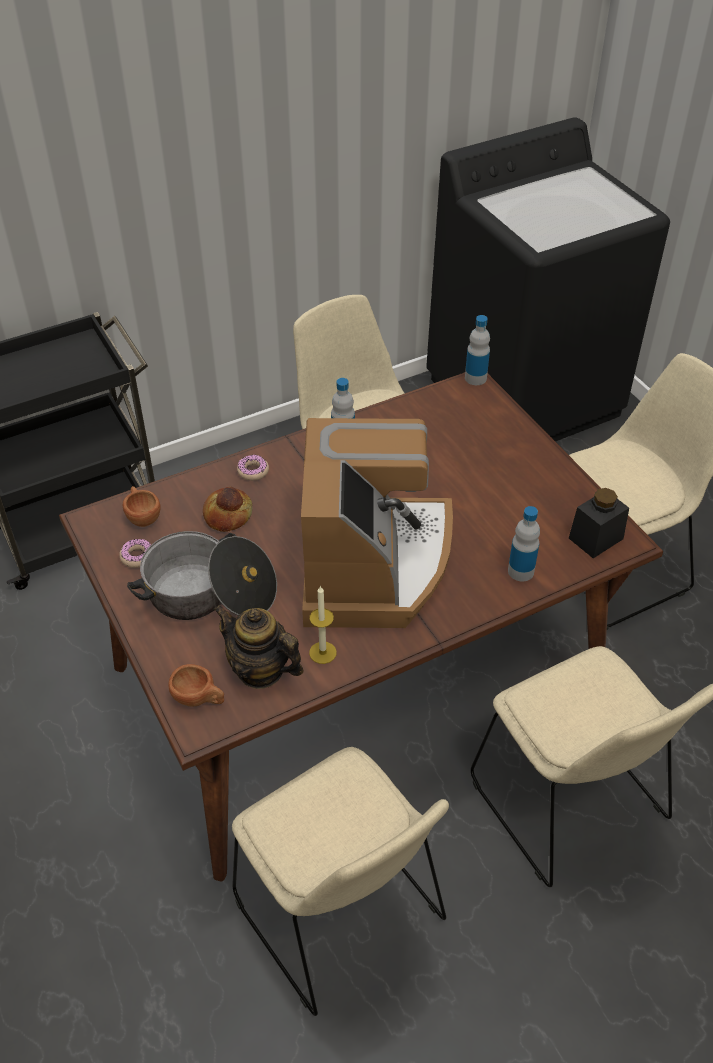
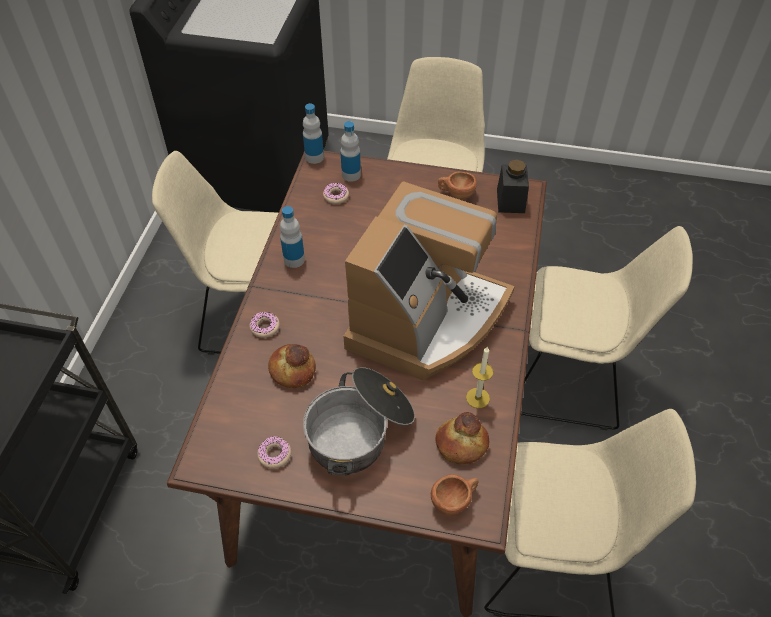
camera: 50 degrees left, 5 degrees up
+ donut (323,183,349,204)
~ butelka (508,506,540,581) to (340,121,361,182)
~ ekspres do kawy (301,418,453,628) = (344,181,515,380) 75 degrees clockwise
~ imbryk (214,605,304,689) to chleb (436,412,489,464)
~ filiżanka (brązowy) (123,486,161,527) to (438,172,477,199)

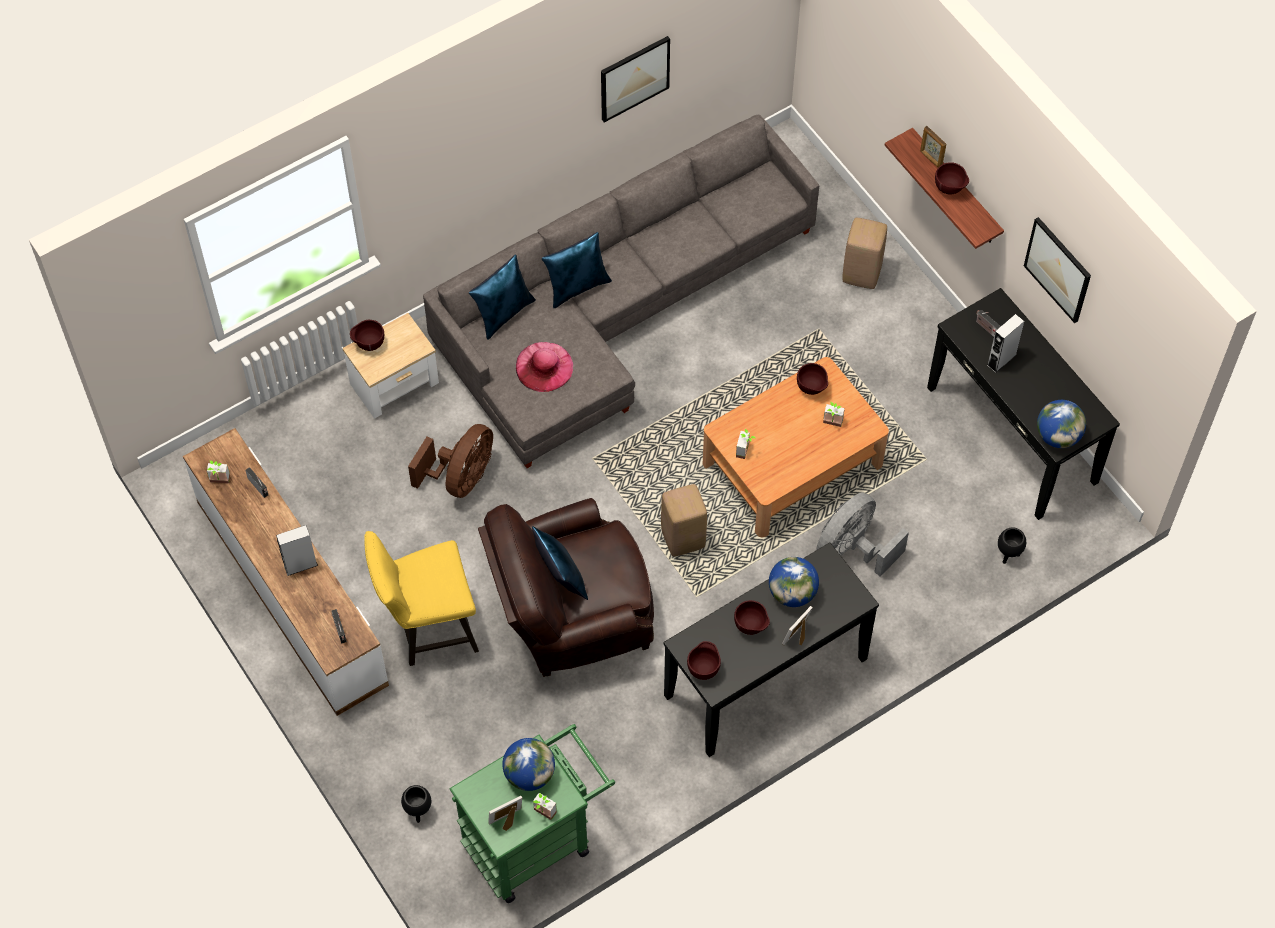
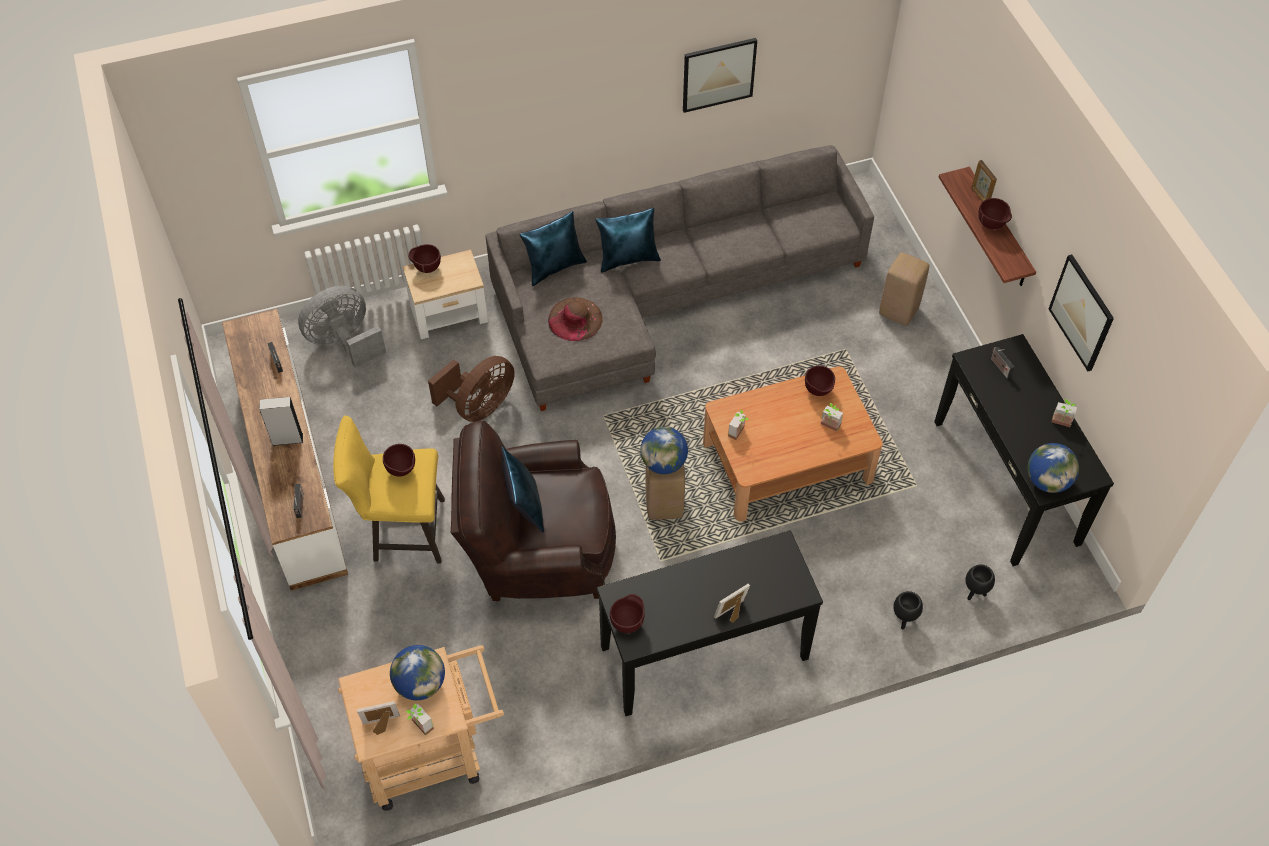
camera: 15 degrees right, 5 degrees down
~ wentylator (szary) (816,492,909,577) to (298,286,386,368)
~ wózek (zielony) (449,724,615,903) to wózek (beżowy) (338,645,504,811)
~ miska (brązowy) (734,600,770,635) to (383,444,415,476)
~ kapelusz (różowy) (516,342,573,392) to kapelusz (brązowy) (548,297,603,341)
~ globus (769,557,819,607) to (640,427,688,474)
~ donica (czarny) (401,785,431,823) to (893,591,923,629)
~ roślina doniczkowa (207,460,230,484) to (1052,399,1077,427)
- głośnik (szary) (987,314,1024,373)

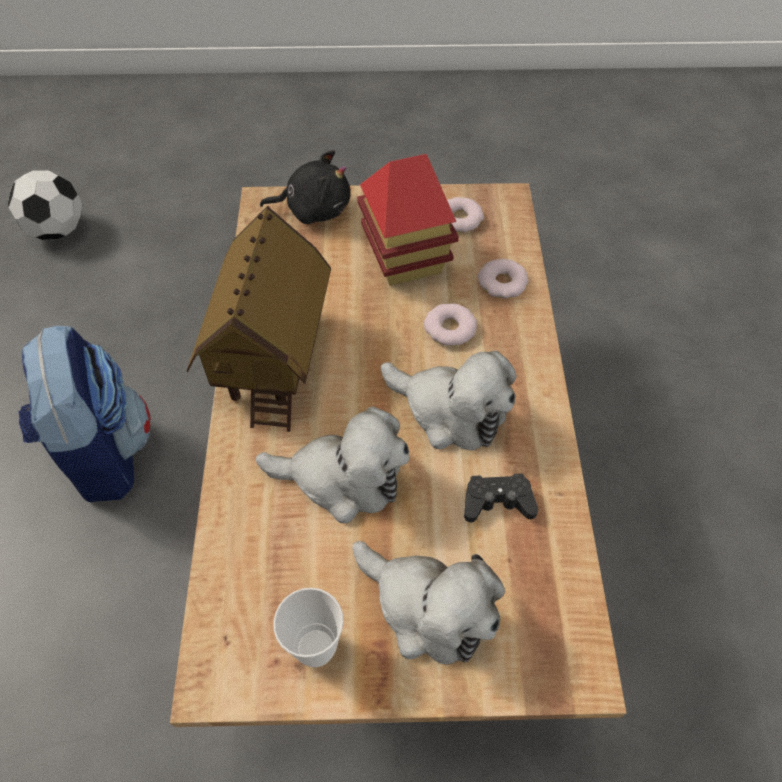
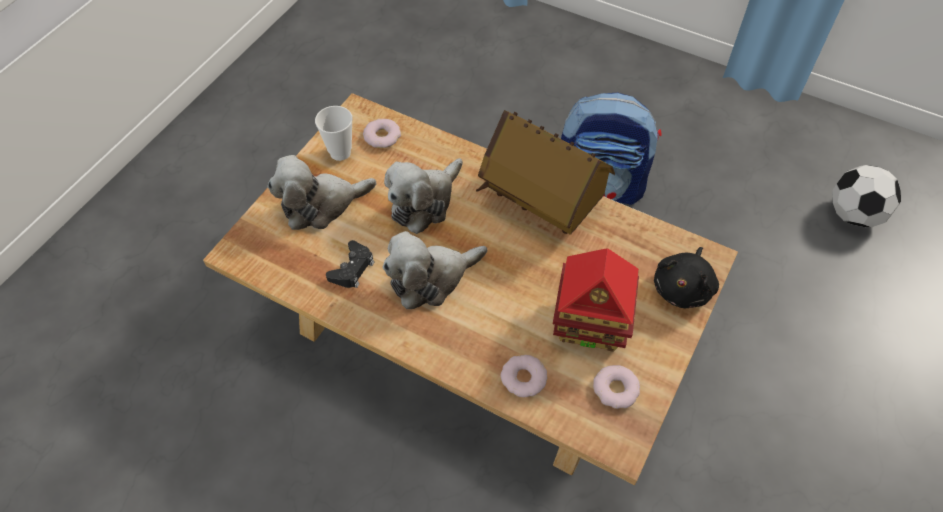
camera: 120 degrees right, 0 degrees up
~ donut (424,303,477,346) to (363,119,401,148)

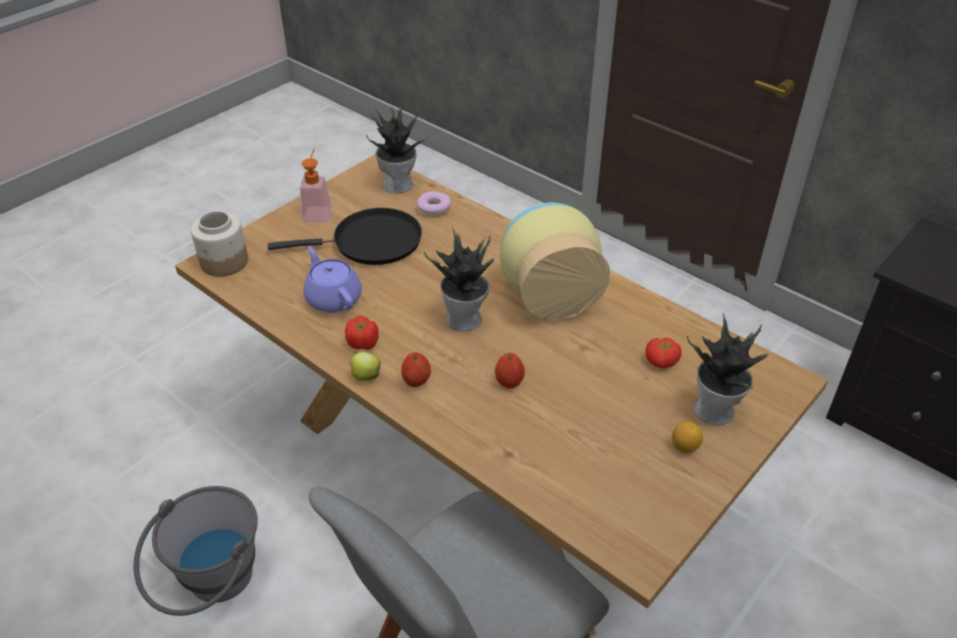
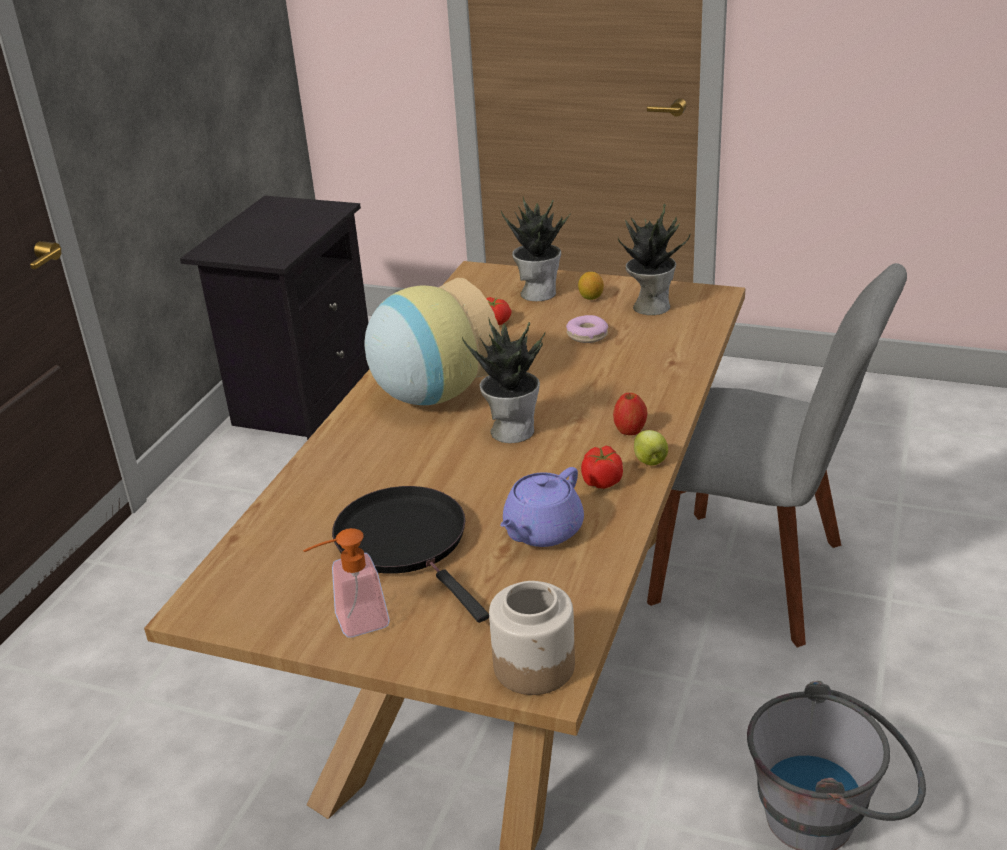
camera: 110 degrees left, 10 degrees down
~ donut (417,191,452,217) to (566,315,608,343)
~ roślina doniczkowa (366,106,429,193) to (618,204,690,315)
- jabłko (495,353,525,389)

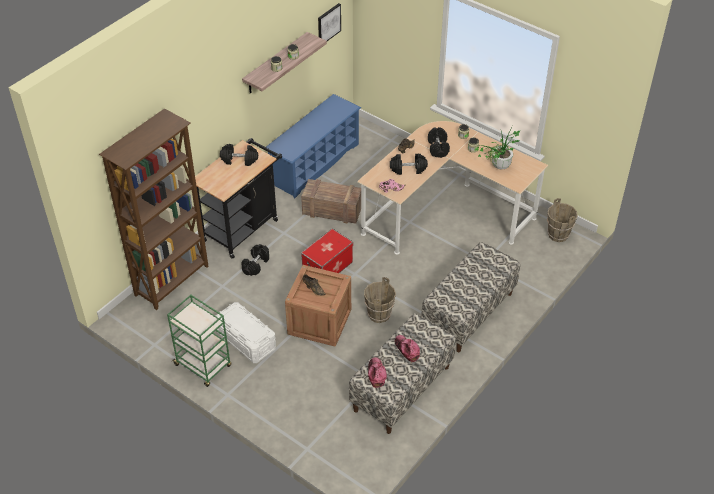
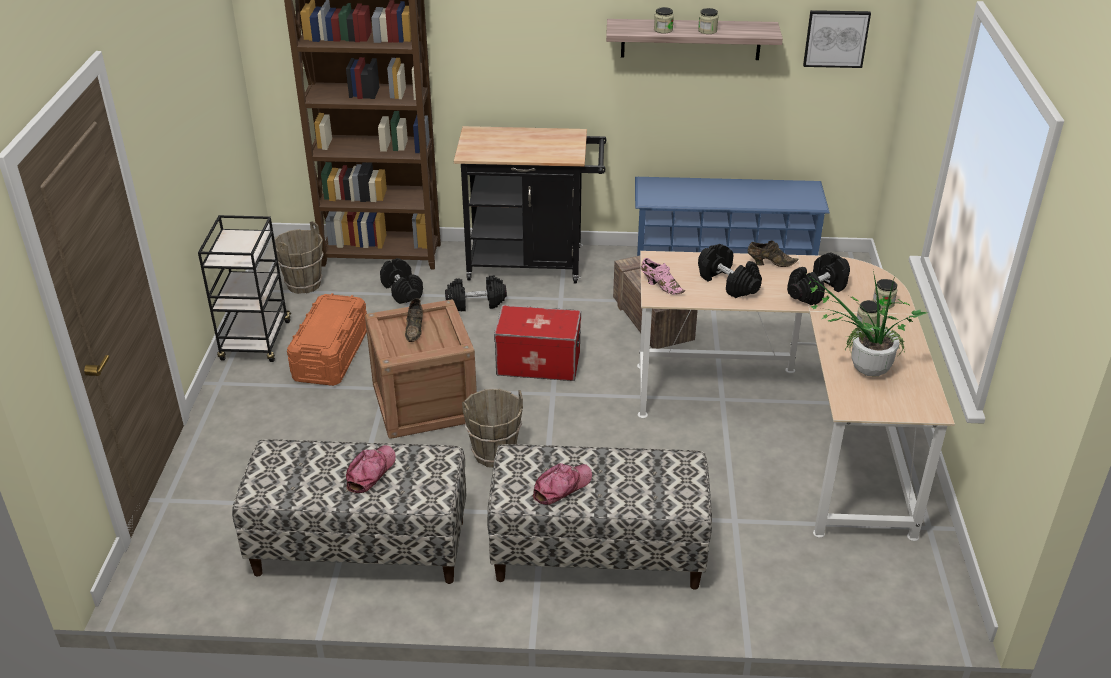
camera: 55 degrees right, 10 degrees down
~ wózek (zielony) (167,295,232,387) to wózek (czarny) (198,215,291,362)
~ wiadro (brązowy) (547,198,578,242) to (273,221,324,294)
~ pojemnik do przechowywania (biały) (215,302,276,363) to pojemnik do przechowywania (pomarańczowy) (287,293,367,386)
~ hantel (czarny) (220,144,258,166) to (380,258,423,304)
~ czapka z daszkiem (368,357,387,388) to (532,463,592,505)

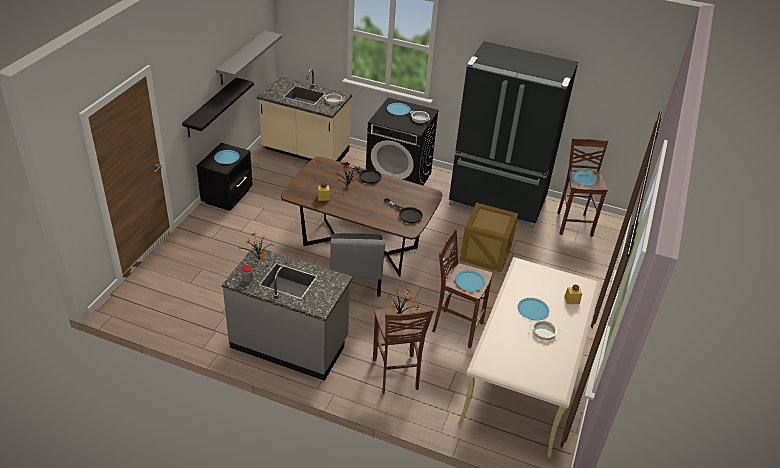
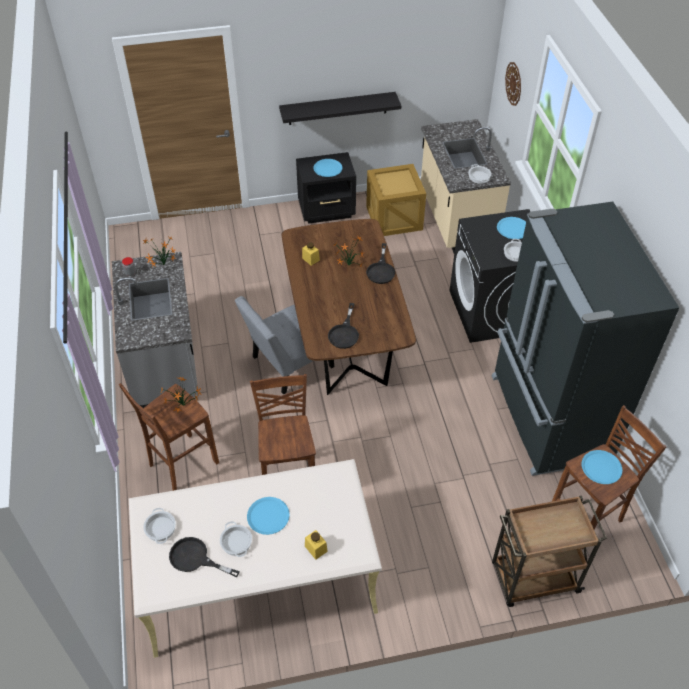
camera: 60 degrees right, 10 degrees up
+ garnek (143,508,176,544)
+ patelnia (czarny) (169,537,240,577)
~ skrzynka (460,203,518,272) to (366,164,426,236)
+ wózek (brązowy) (492,496,607,607)
+ zegar ścienny (505,62,521,106)
- półka (szary) (216,31,282,85)
- talerz (niebieski) (455,270,485,291)

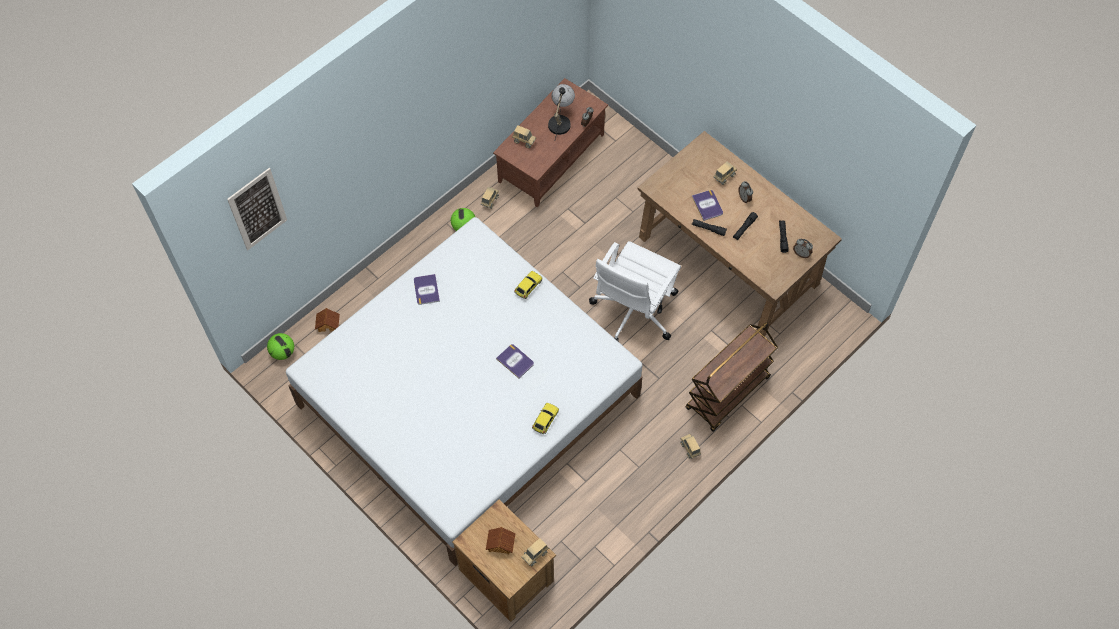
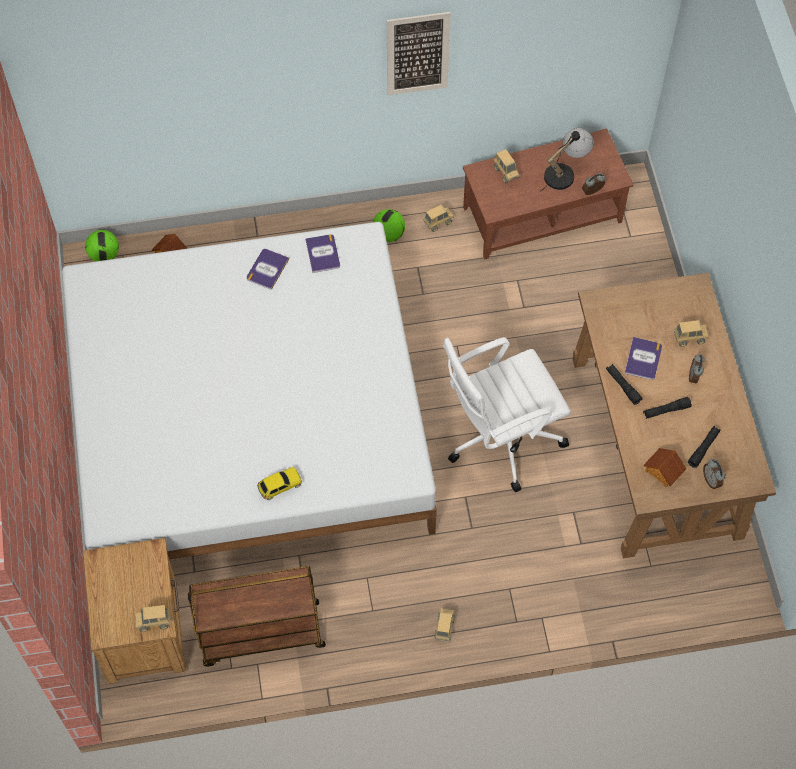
camera: 35 degrees right, 0 degrees up
~ wózek (brązowy) (685,322,778,432) to (188,566,326,667)
~ książka (496,344,534,379) to (305,234,340,273)
~ obraz (227,168,287,250) to (387,12,451,95)
~ domek (486,527,515,554) to (643,448,686,487)
- samochodzik (514,271,542,299)

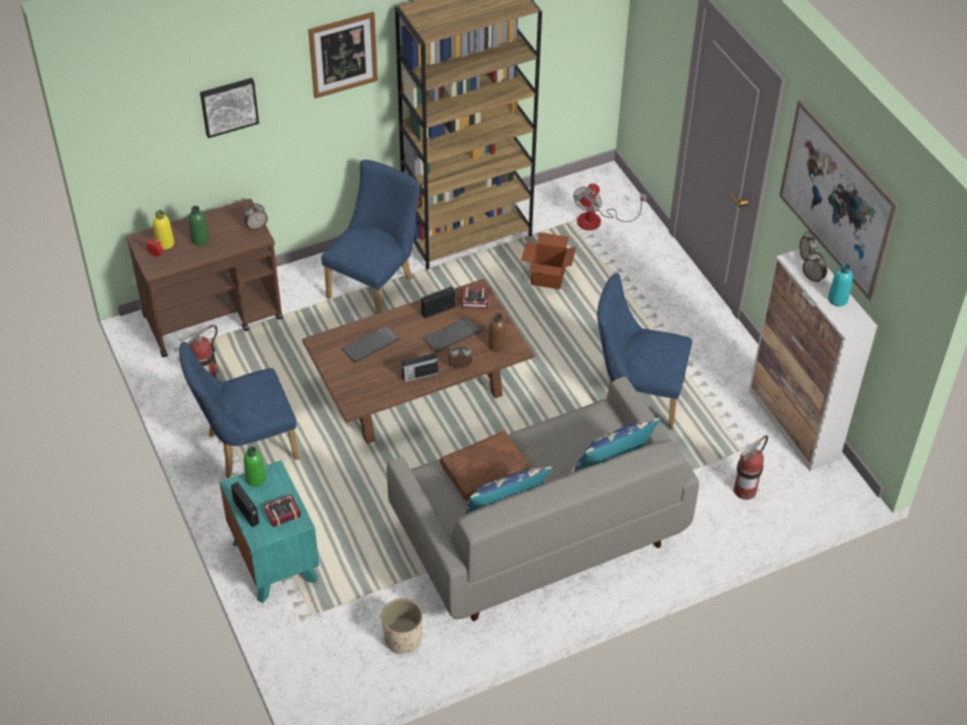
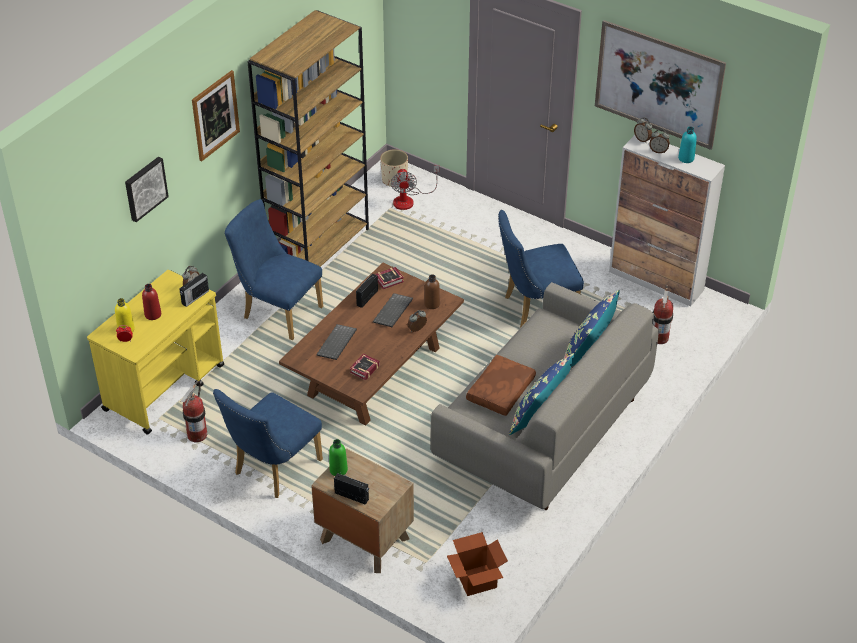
camera: 30 degrees left, 5 degrees down
~ wózek (brązowy) (126,199,283,357) to wózek (żółty) (87,270,224,435)
~ butelka (zielony) (188,206,209,245) to butelka (czerwony) (142,284,161,320)
~ radio (401,352,438,382) to (179,272,209,307)
~ krzesło (niebieski) (321,160,420,314) = (224,199,323,340) 60 degrees counterclockwise
~ szafka nocna (turkusowy) (219,460,319,603) to szafka nocna (brązowy) (311,448,414,573)
~ książka (263,494,301,527) to (349,354,380,380)
~ donica (beżowy) (381,598,423,654) to (380,149,408,188)
~ karton (521,232,576,289) to (447,532,508,596)

